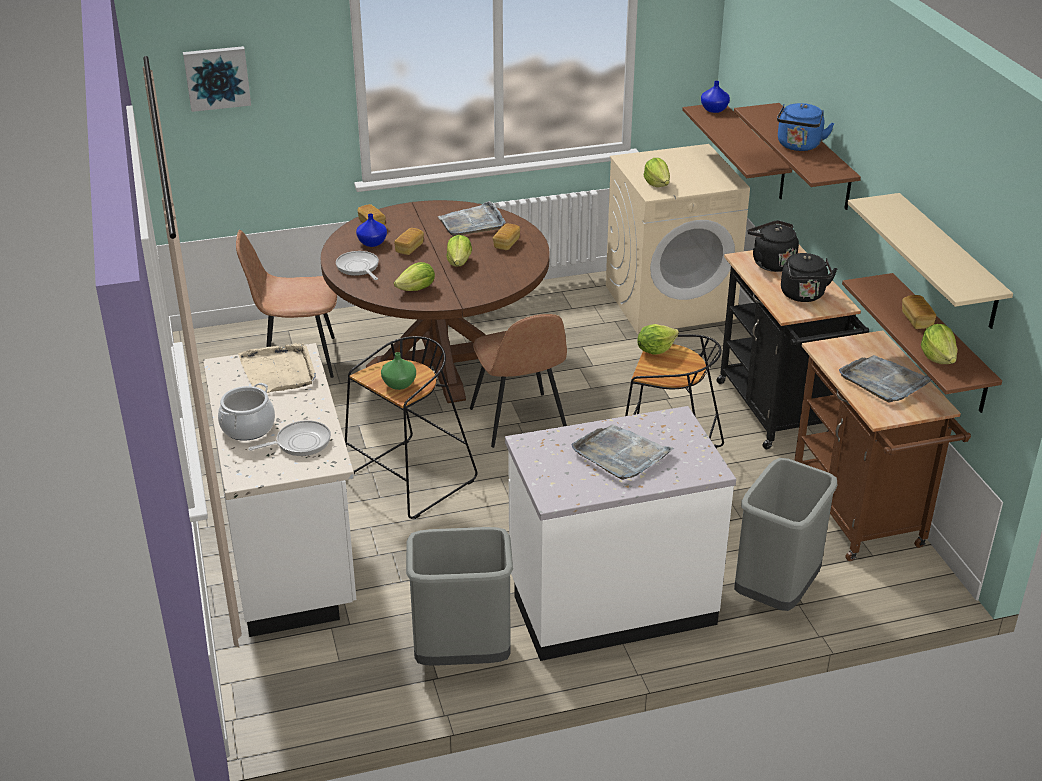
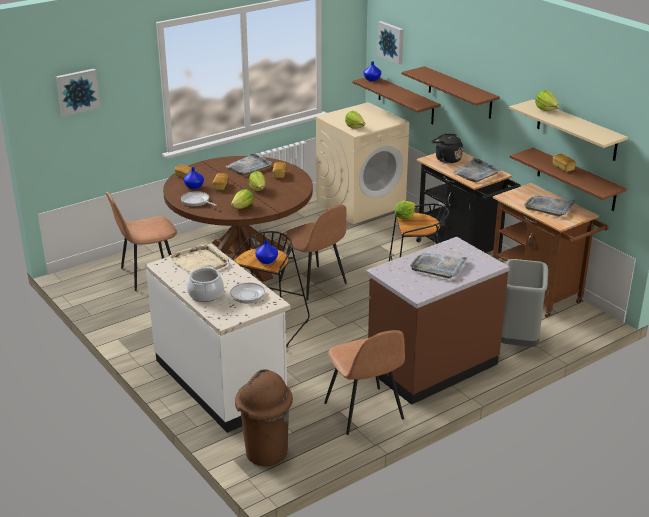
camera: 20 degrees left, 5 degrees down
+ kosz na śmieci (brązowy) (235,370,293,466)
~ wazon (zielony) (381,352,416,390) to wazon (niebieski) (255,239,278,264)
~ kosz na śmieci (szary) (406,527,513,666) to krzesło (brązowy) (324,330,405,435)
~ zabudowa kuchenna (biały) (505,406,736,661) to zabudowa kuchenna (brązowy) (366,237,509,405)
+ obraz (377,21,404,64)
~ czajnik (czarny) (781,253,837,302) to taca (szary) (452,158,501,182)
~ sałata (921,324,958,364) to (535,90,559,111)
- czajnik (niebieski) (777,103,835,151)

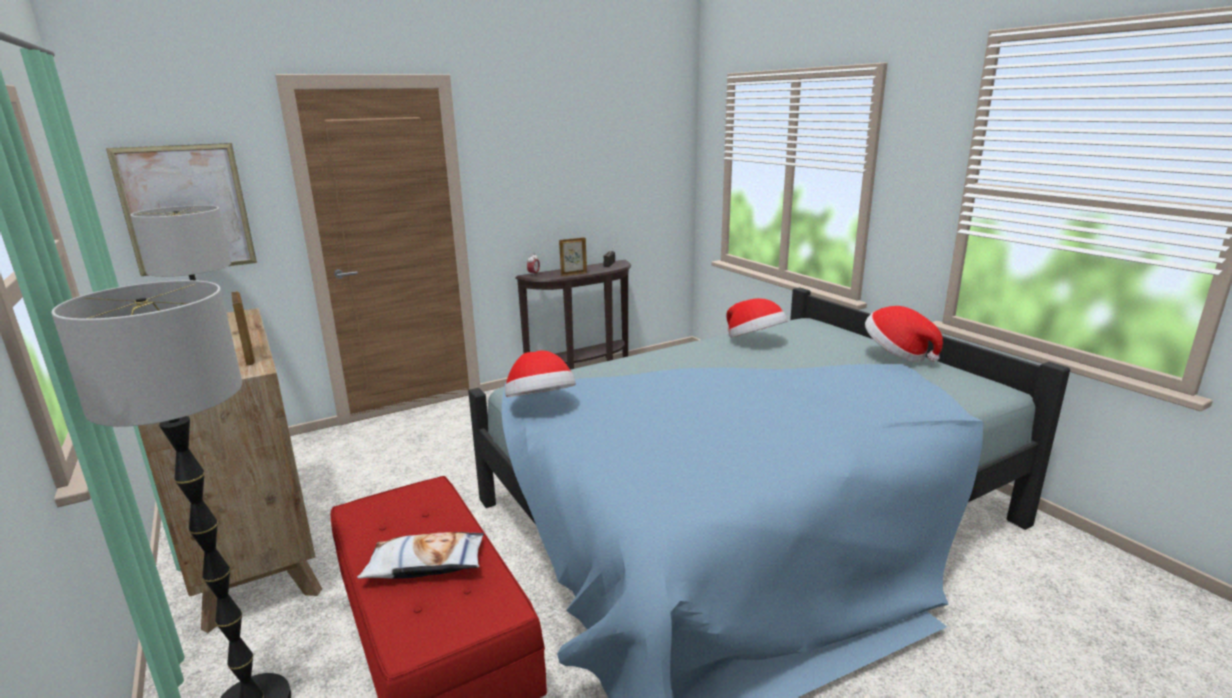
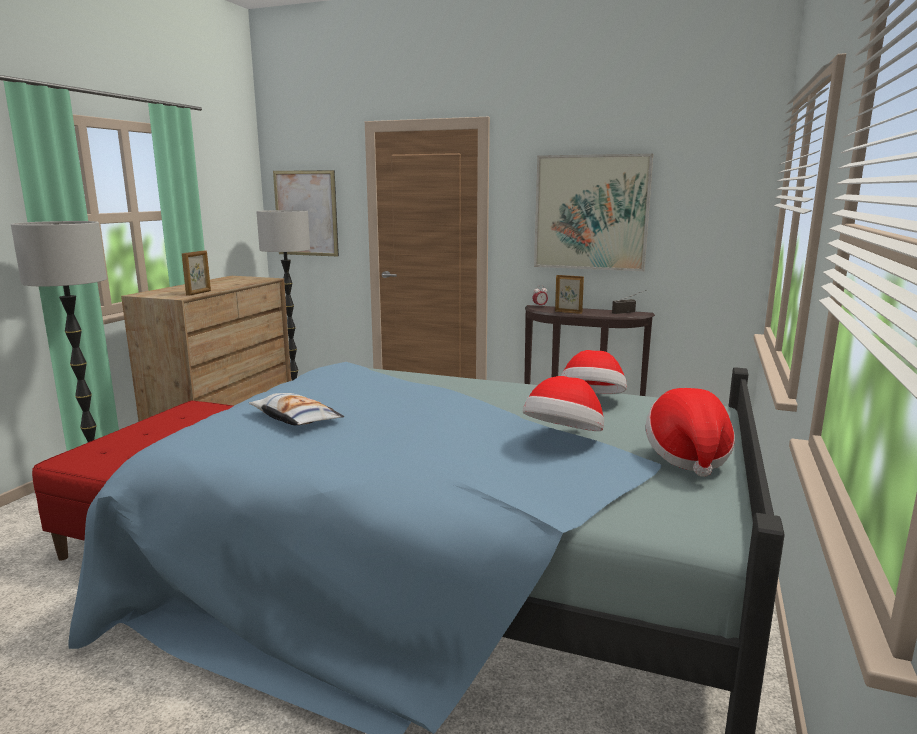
camera: 50 degrees right, 5 degrees down
~ poduszka (357,532,484,579) to (249,393,344,425)
~ kapelusz (505,350,576,397) to (523,376,604,431)
+ obraz (534,154,653,271)

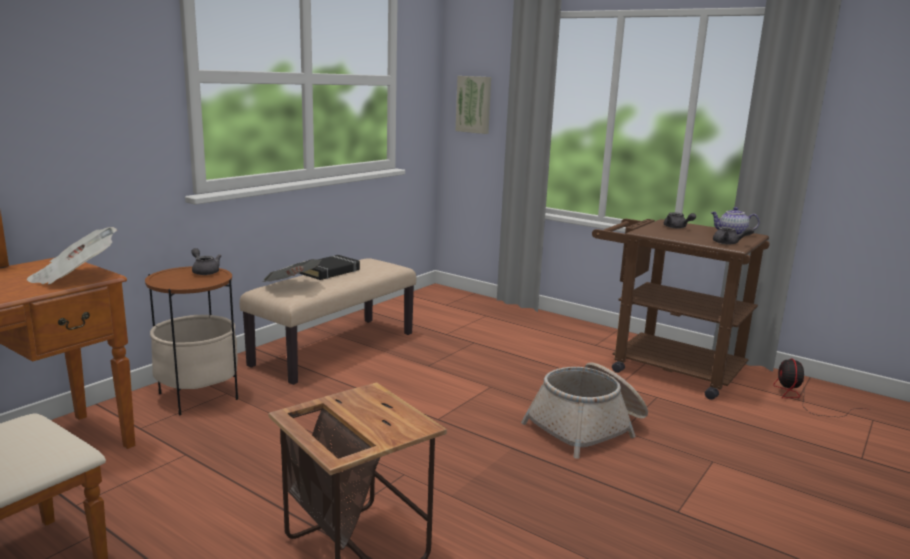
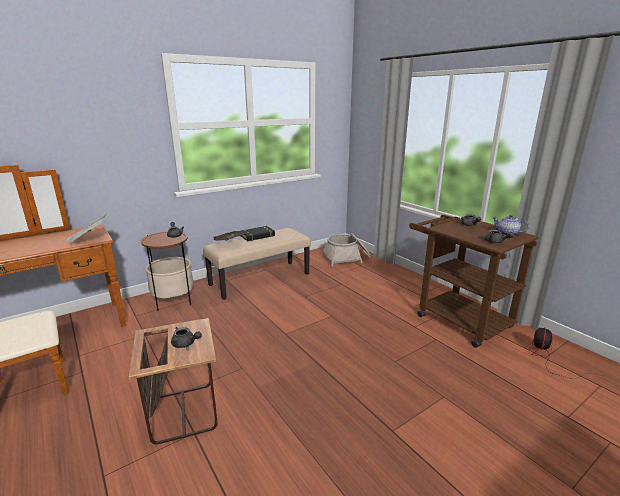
camera: 20 degrees right, 5 degrees up
+ imbryk (szary) (171,327,202,348)
~ koszyk (521,362,648,459) to (322,233,372,267)
- obraz (456,76,491,134)

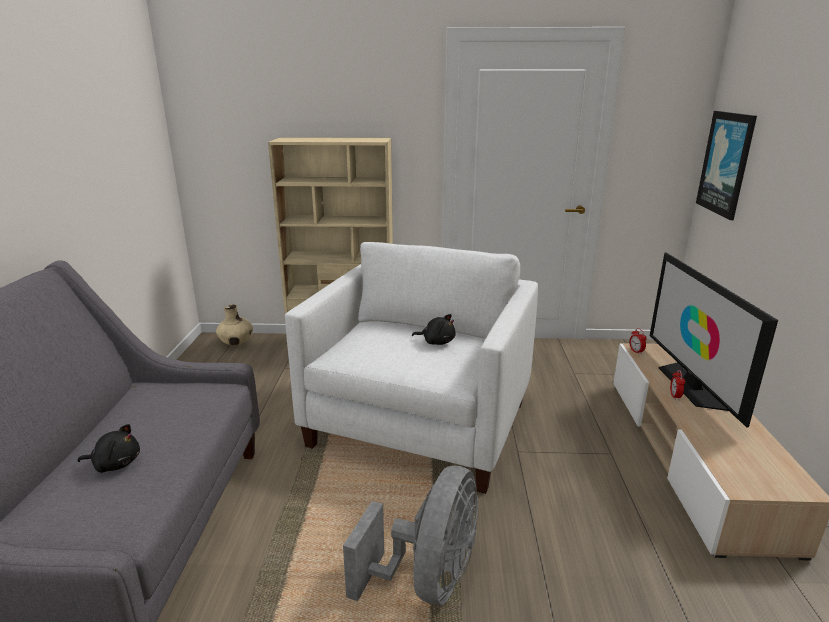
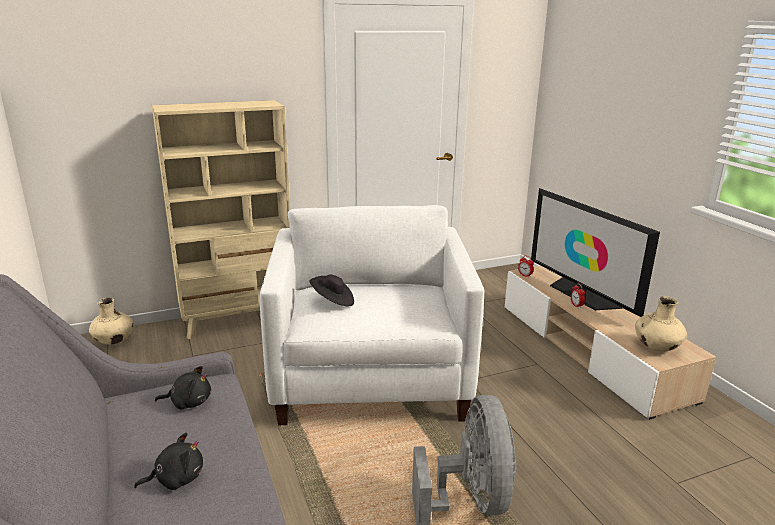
camera: 25 degrees left, 0 degrees up
~ pluszak (czarny) (412,314,456,345) to (155,366,211,410)
+ kapelusz (czarny) (309,274,354,306)
+ wazon (beżowy) (635,296,687,351)
- obraz (696,111,757,220)

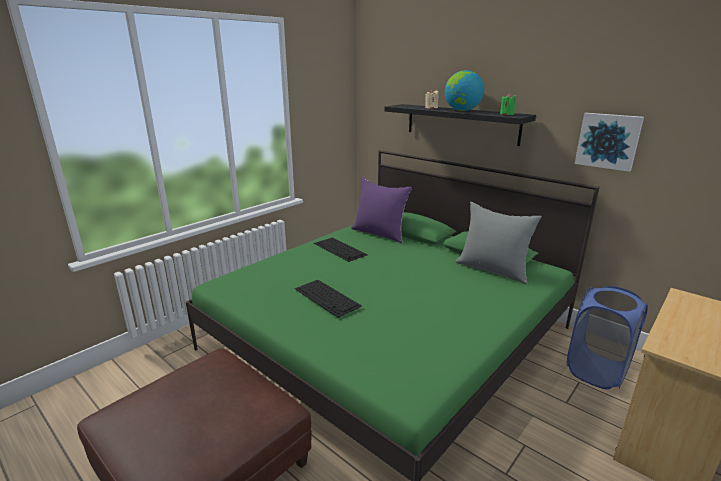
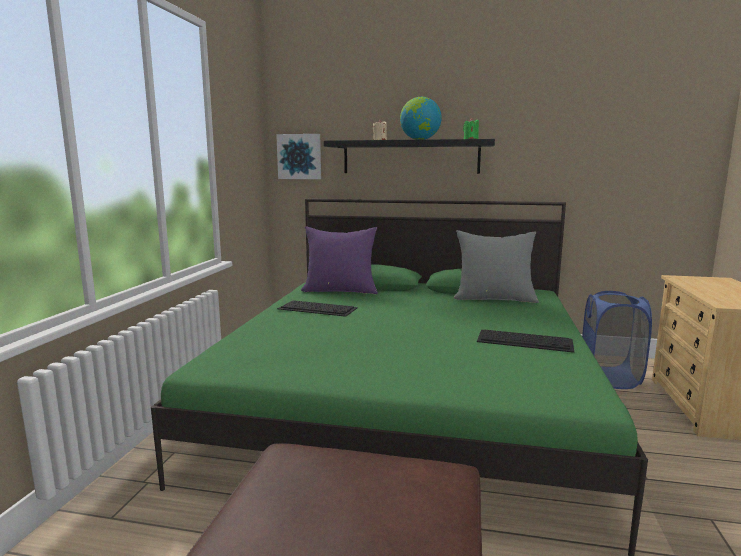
camera: 30 degrees left, 10 degrees down
~ obraz (575,113,644,172) to (276,134,321,179)
~ klawiatura (295,280,362,318) to (477,329,574,353)

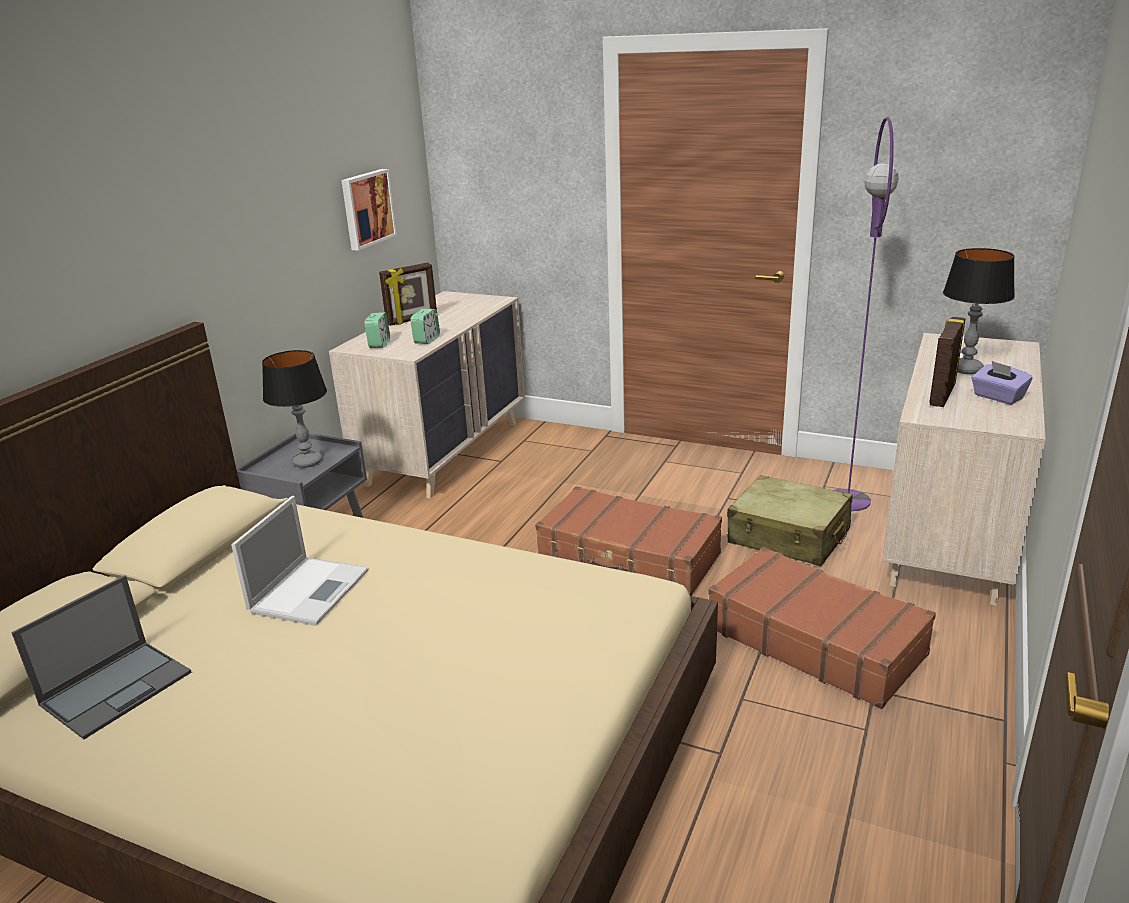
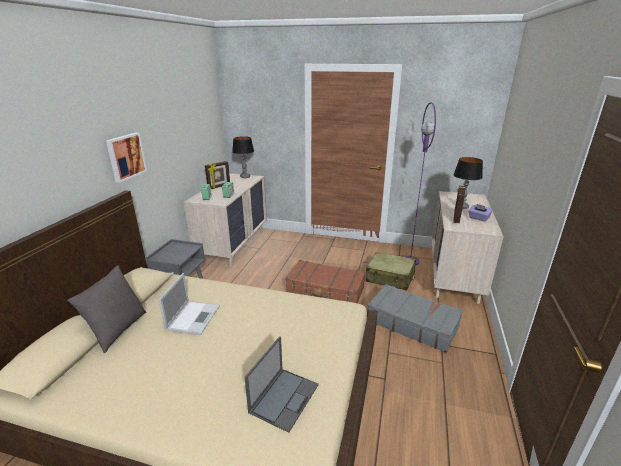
camera: 10 degrees left, 0 degrees up
+ poduszka (szary) (67,266,147,353)
~ obraz (341,169,397,251) to (106,132,147,183)
~ lampa stołowa (262,350,327,468) to (232,136,254,178)
~ laptop (11,575,191,739) to (244,336,319,433)
~ walizka (brązowy) (708,547,936,709) to walizka (szary) (368,284,463,353)

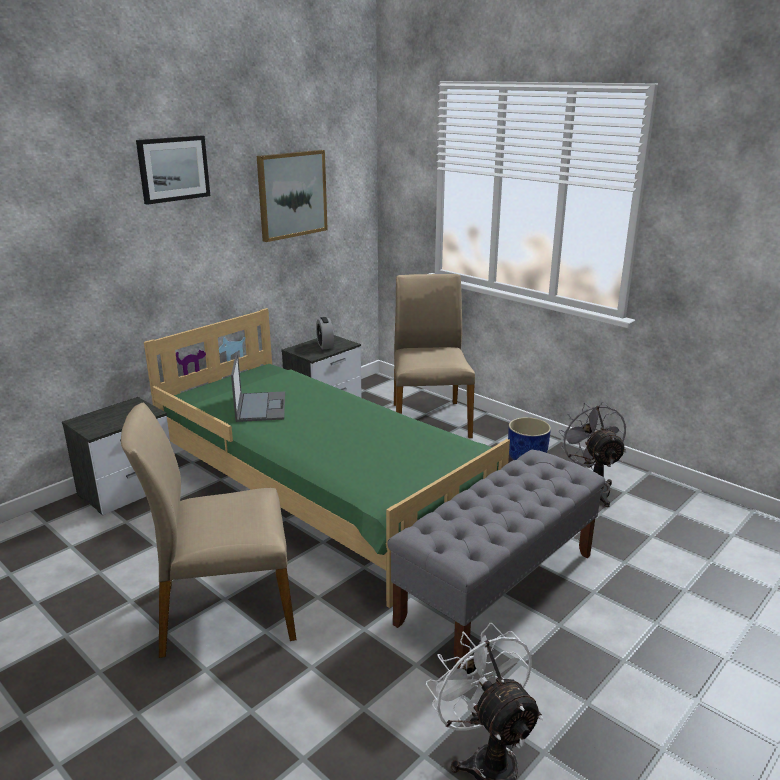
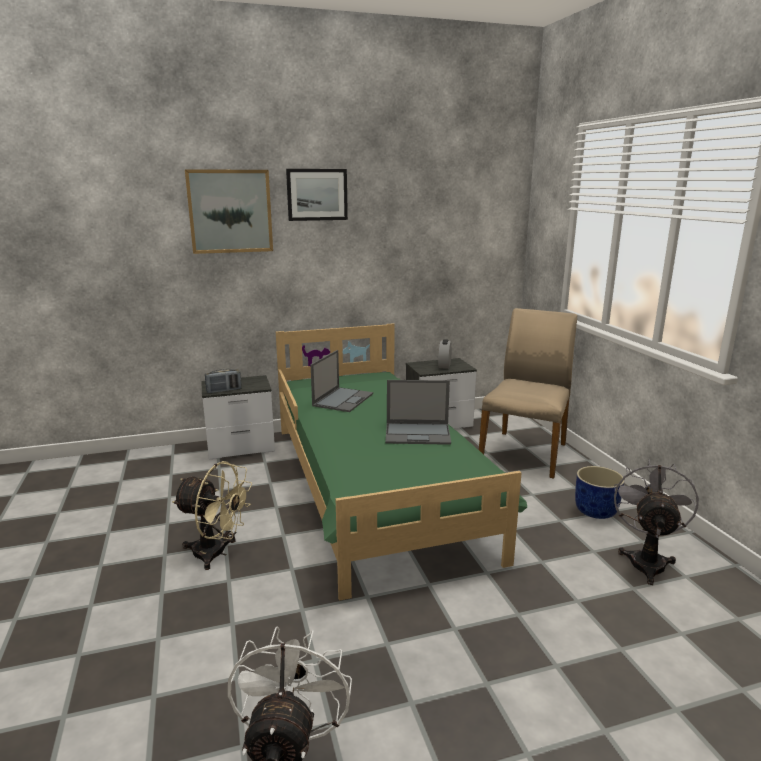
camera: 30 degrees right, 5 degrees down
~ krzesło (beżowy) (121,403,296,658) to wentylator (beżowy) (172,461,252,570)
~ obraz (257,150,328,242) to (185,169,273,254)
+ radio (205,369,242,393)
+ laptop (385,380,451,445)
- ławka (szary) (387,450,605,669)

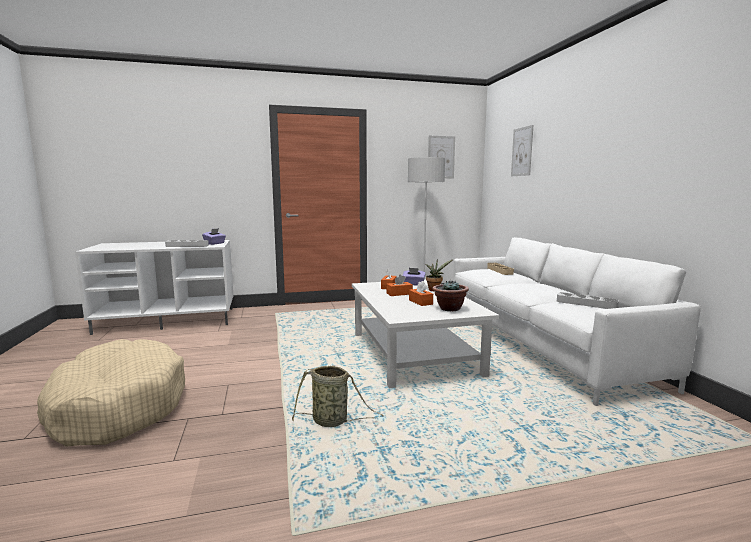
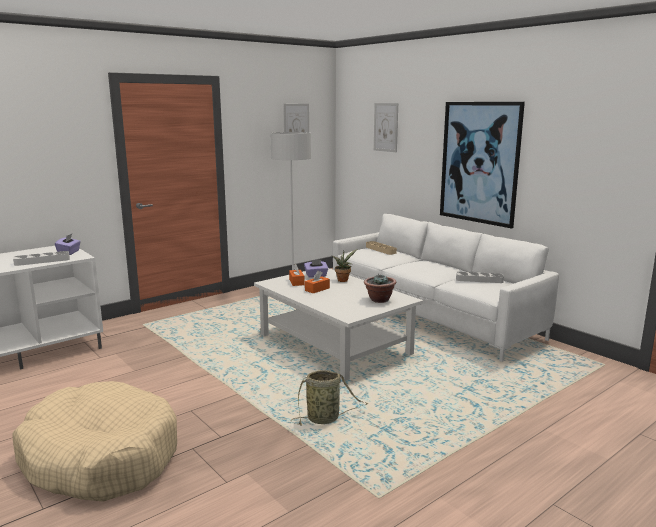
camera: 25 degrees left, 5 degrees up
+ obraz (440,102,525,229)
- pudełko chusteczek (pomarańczowy) (409,281,433,306)

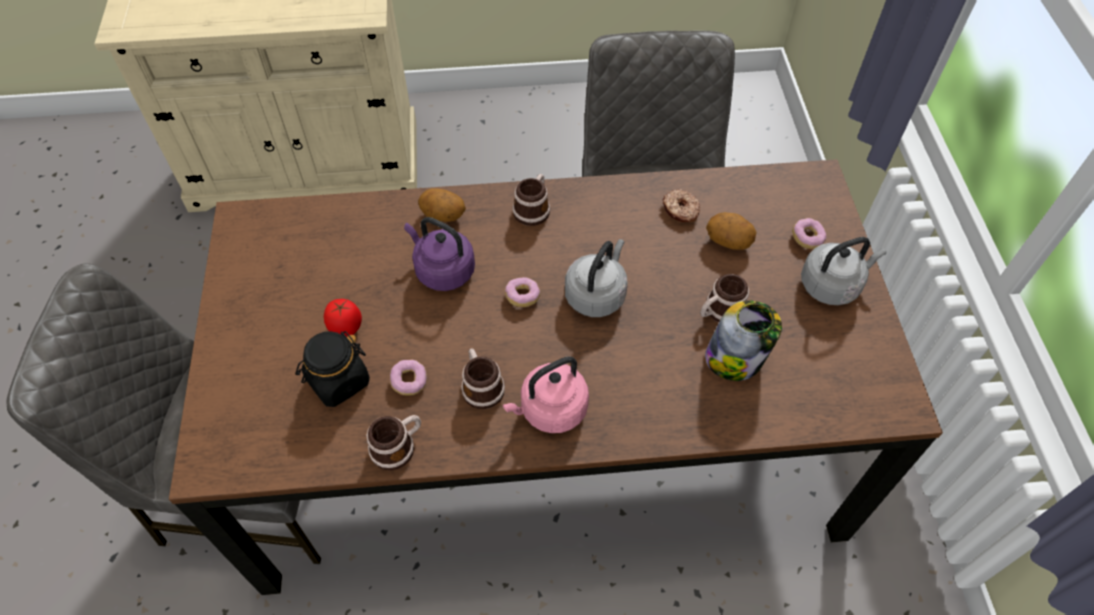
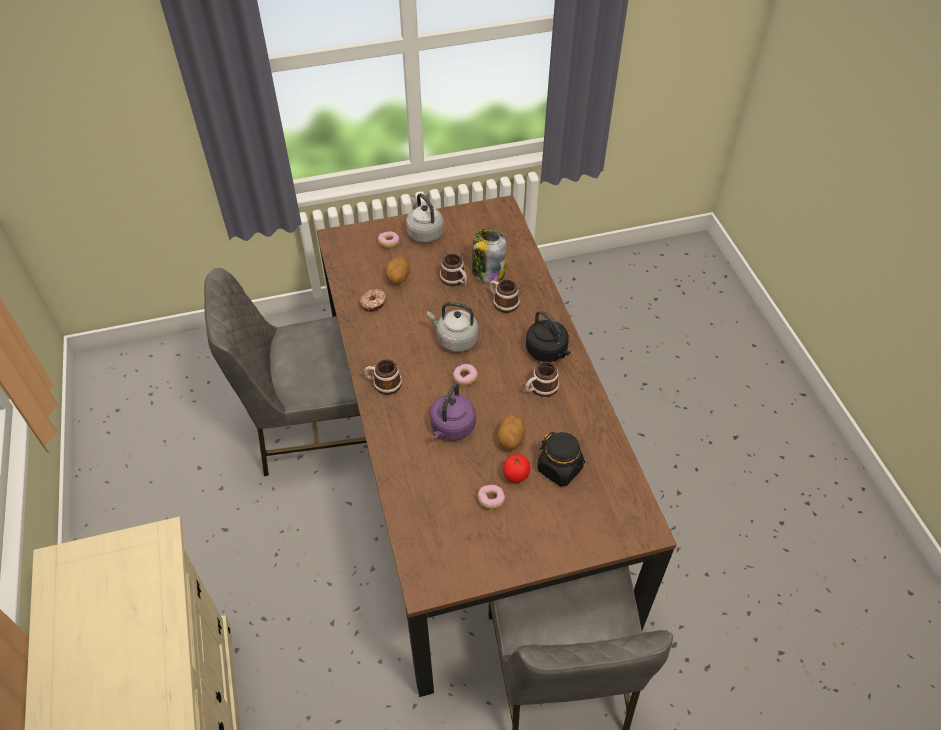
camera: 100 degrees left, 5 degrees down
~ donut (390,360,427,396) to (477,485,505,509)
~ kubek (367,415,421,470) to (490,280,520,313)
~ ziemniak (418,188,466,222) to (497,415,525,450)
~ czajnik (różowy) (503,356,589,433) to czajnik (czarny) (526,310,571,362)

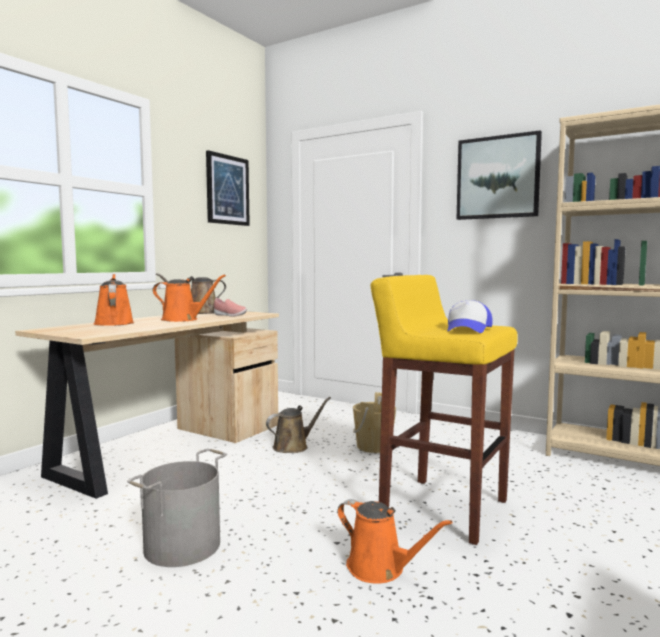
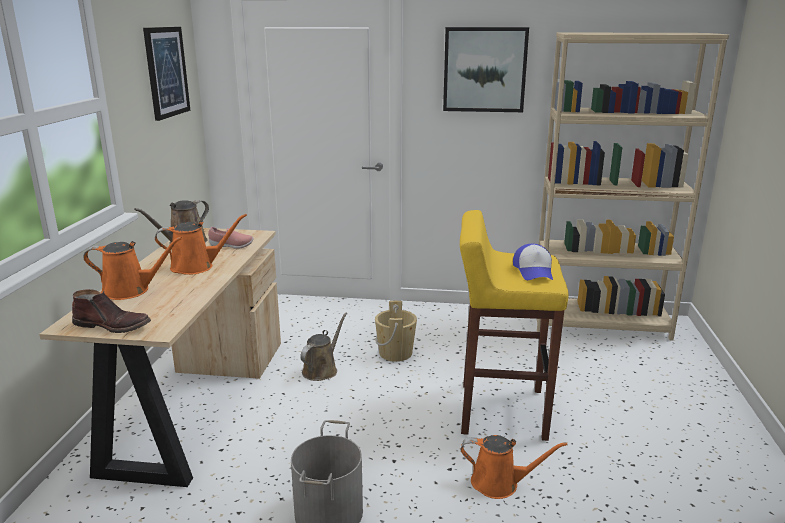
camera: 25 degrees left, 15 degrees up
+ but z cholewką (brązowy) (72,289,151,333)
~ konewka (pomarańczowy) (94,274,134,326) = (83,237,182,300) 135 degrees clockwise

